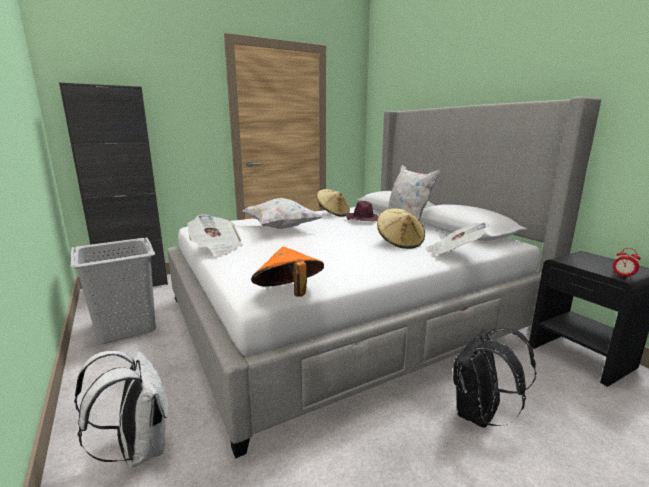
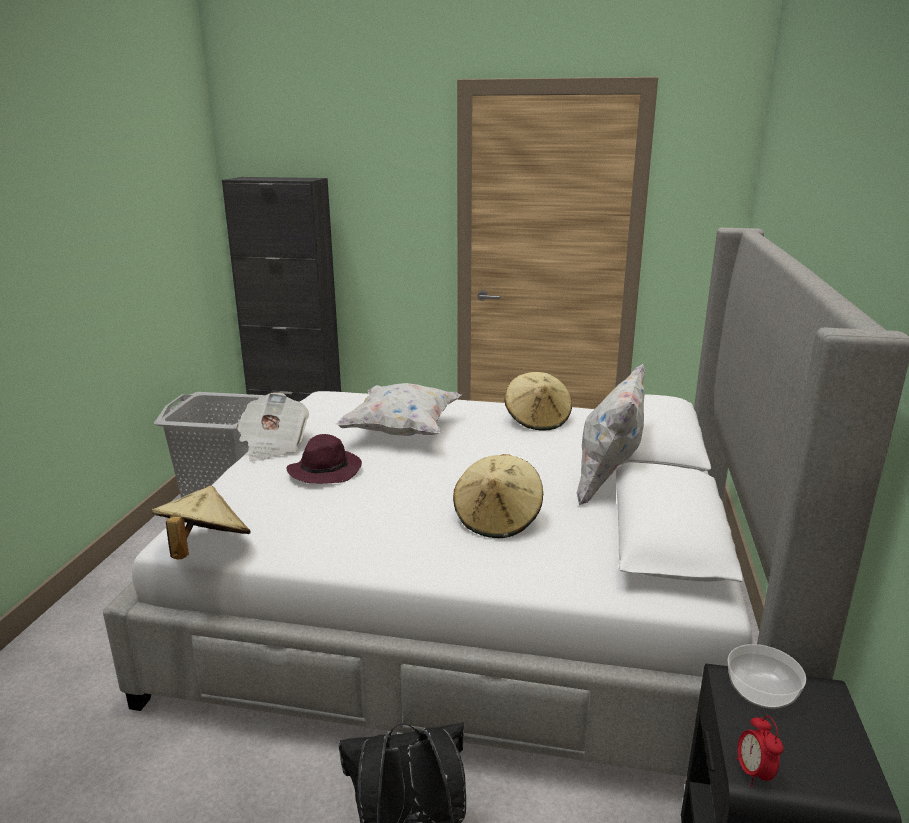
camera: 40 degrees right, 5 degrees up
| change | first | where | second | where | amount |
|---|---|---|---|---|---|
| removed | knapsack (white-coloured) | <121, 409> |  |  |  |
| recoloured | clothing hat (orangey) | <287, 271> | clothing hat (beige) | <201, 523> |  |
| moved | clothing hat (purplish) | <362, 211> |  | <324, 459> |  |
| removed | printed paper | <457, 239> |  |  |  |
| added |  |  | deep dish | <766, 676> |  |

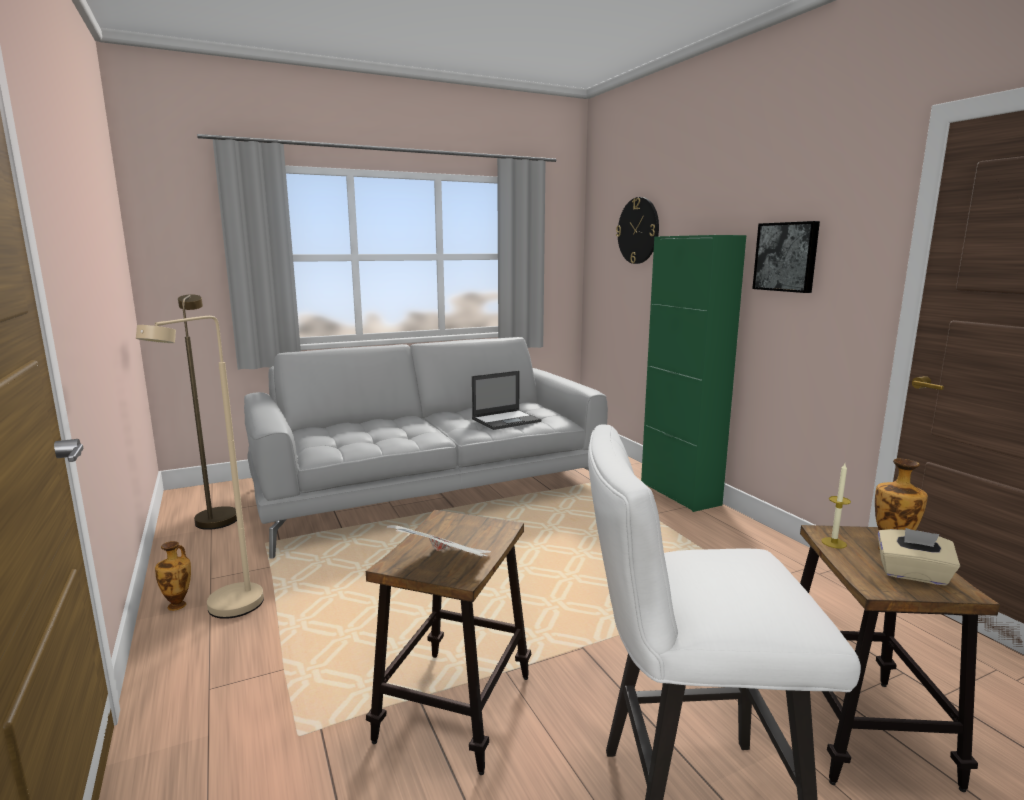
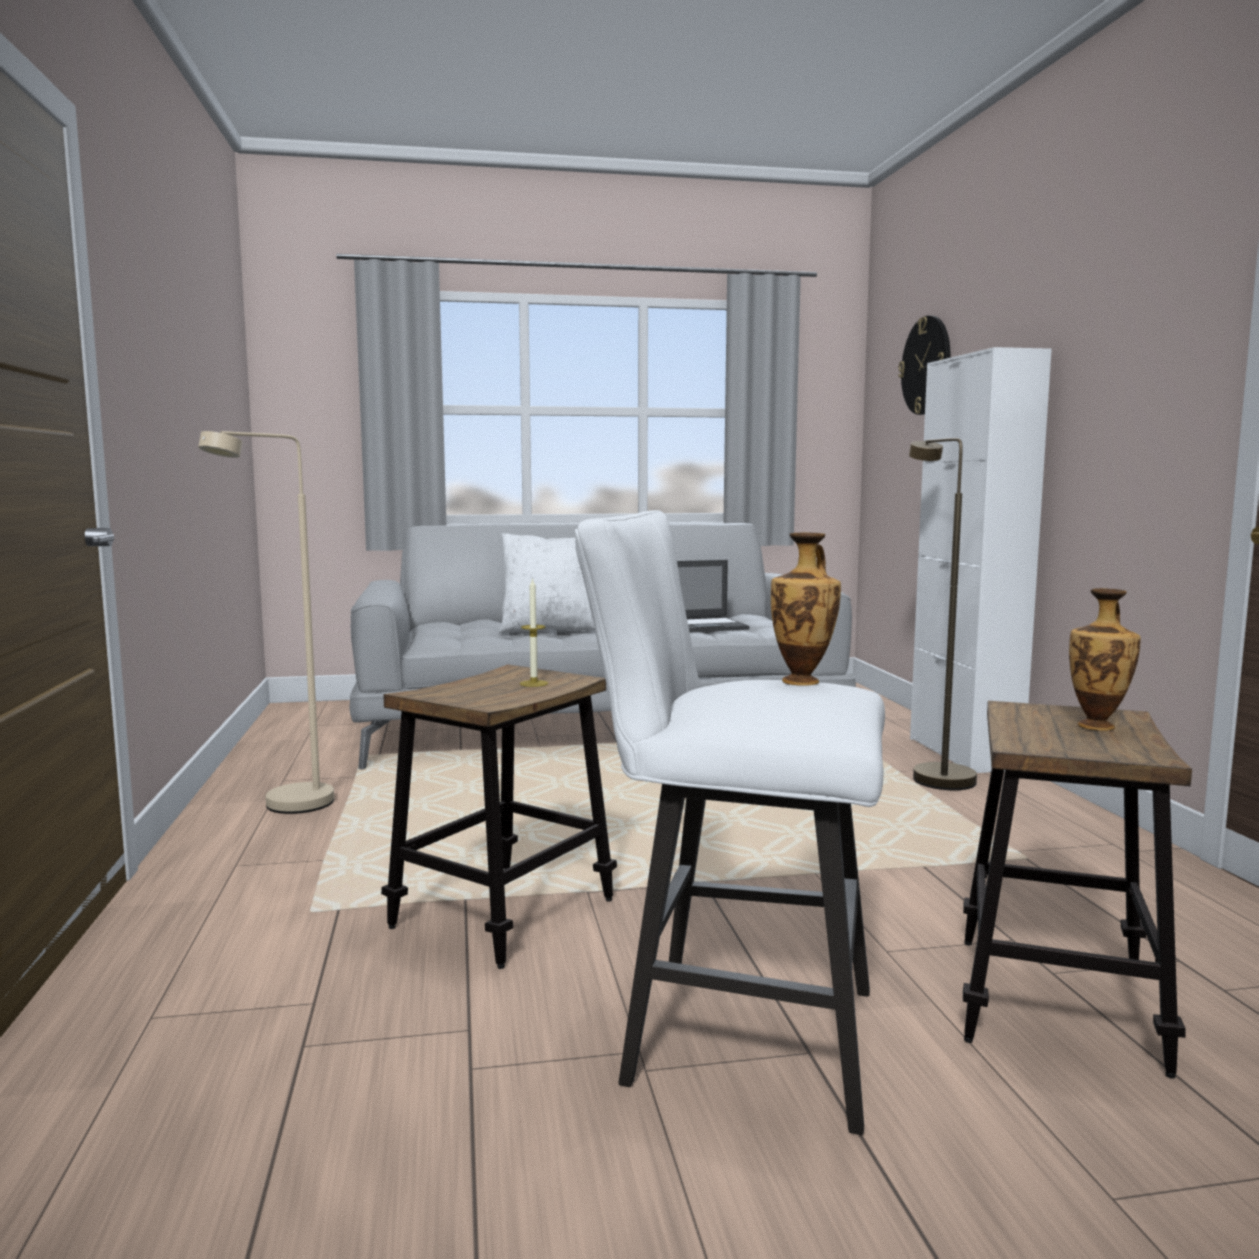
camera: 15 degrees right, 5 degrees down
| change | first | where | second | where | amount |
|---|---|---|---|---|---|
| moved | flower vase | <173, 576> |  | <806, 609> |  |
| moved | floor lamp (brown) | <207, 412> |  | <943, 614> |  |
| removed | printed paper | <439, 541> |  |  |  |
| recoloured | cabinet (green-coloured) | <693, 373> | cabinet (white-coloured) | <981, 560> |  |
| removed | picture | <786, 257> |  |  |  |
| moved | wax light | <836, 506> |  | <534, 632> |  |
| removed | tissue holder (beige) | <919, 557> |  |  |  |
| added |  |  | pillow (white-coloured) | <547, 583> |  |

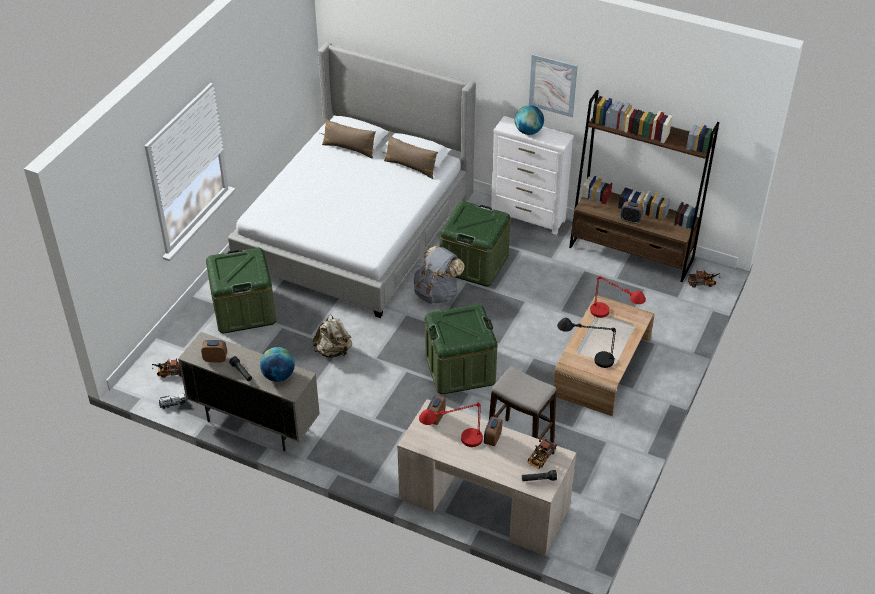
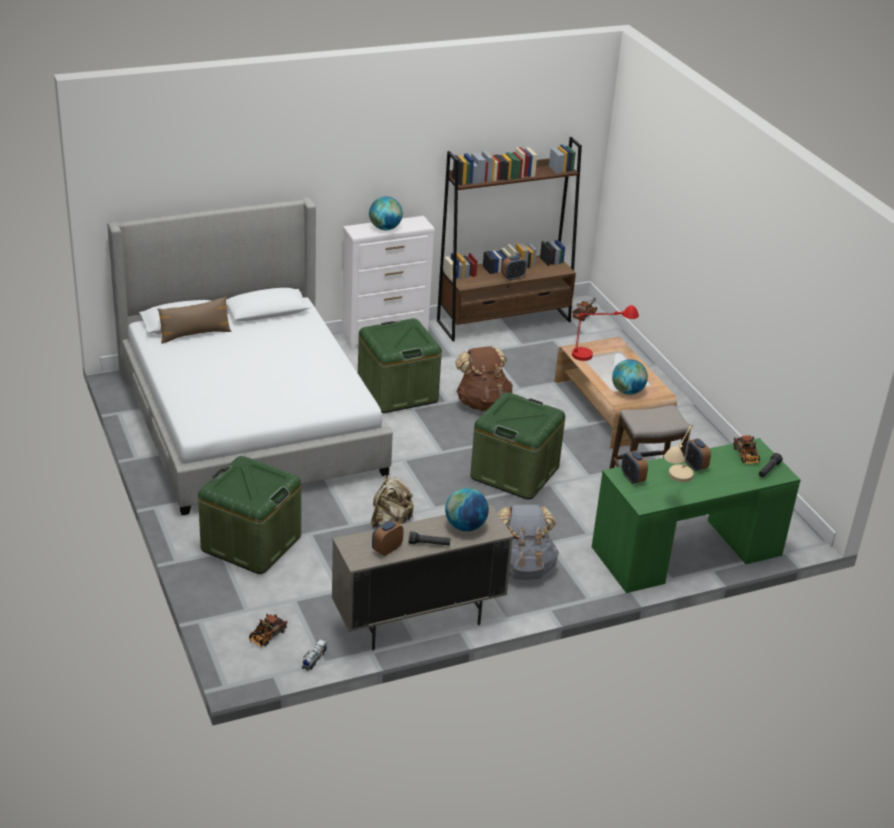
camera: 50 degrees left, 10 degrees down
| change | first | where | second | where | amount |
|---|---|---|---|---|---|
| removed | pillow (brown) | <411, 157> |  |  |  |
| recoloured | desk (beige) | <486, 477> | desk (green-coloured) | <696, 515> |  |
| moved | knapsack (greyish) | <439, 274> |  | <528, 542> |  |
| recoloured | tabletop lamp (red-coloured) | <451, 424> | tabletop lamp (beige) | <679, 453> |  |
| removed | picture | <553, 85> |  |  |  |
| replaced | tabletop lamp (blackish) | <586, 343> | desk globe | <630, 377> |  |
| added |  |  | knapsack (brown) | <484, 378> |  |

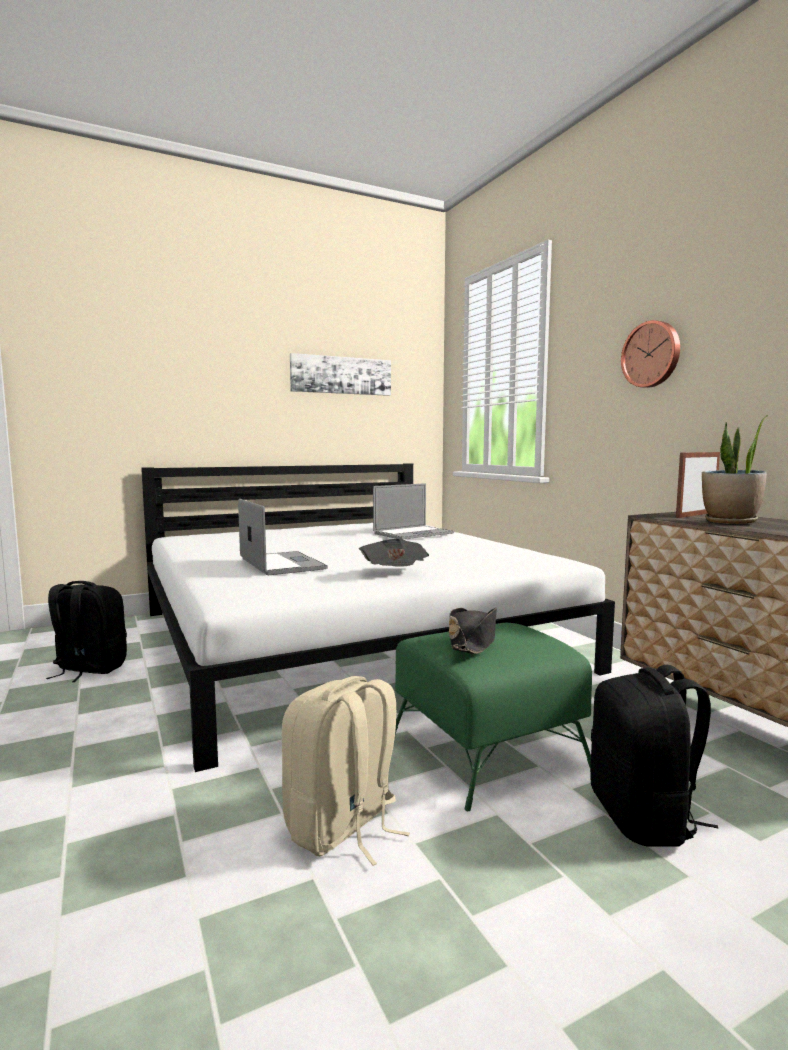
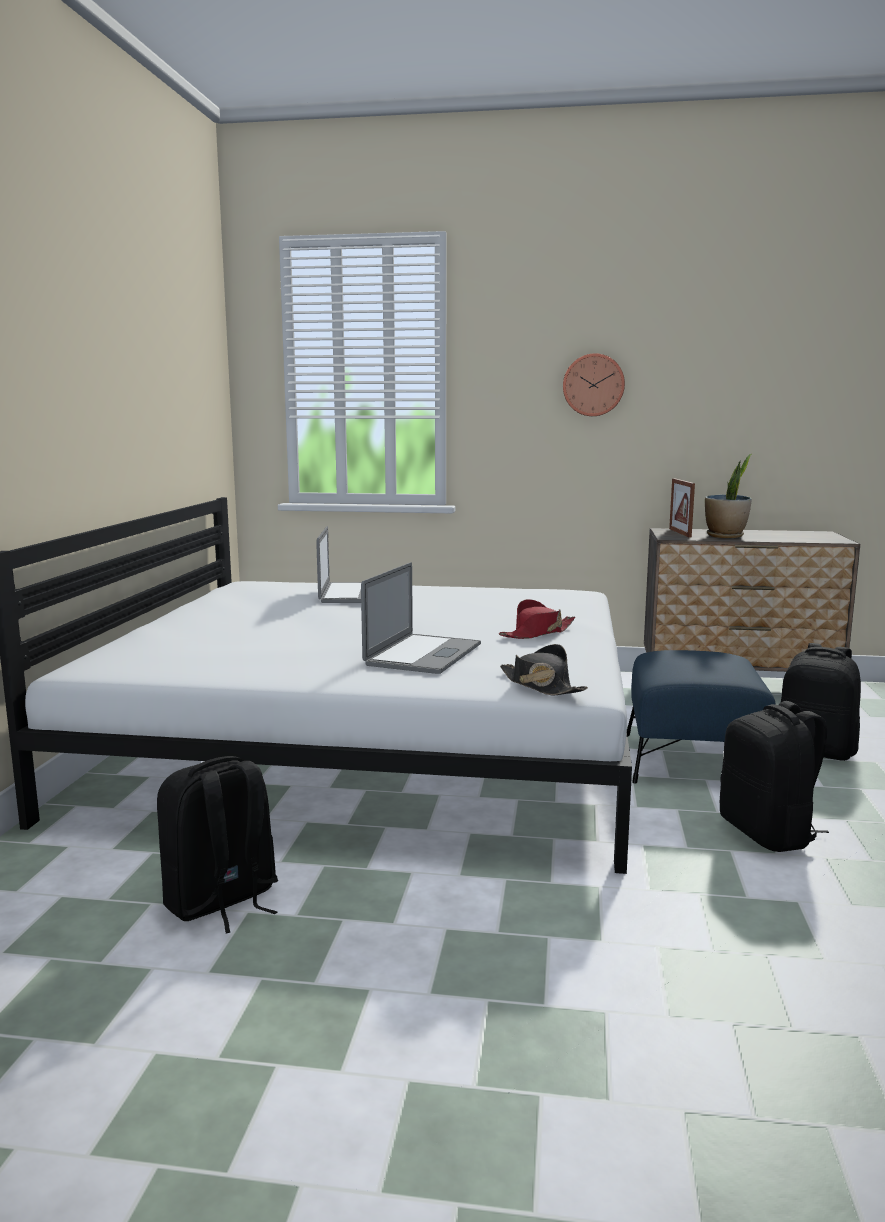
camera: 55 degrees left, 5 degrees up
| change | first | where | second | where | amount |
|---|---|---|---|---|---|
| turned | notebook computer | <283, 537> |  | <421, 618> | 105 degrees clockwise |
| recoloured | knapsack (beige) | <346, 771> | knapsack (blackish) | <774, 776> |  |
| removed | picture | <340, 374> |  |  |  |
| replaced | printed paper | <394, 553> | clothing hat (red-coloured) | <537, 619> |  |
| recoloured | ottoman (green-coloured) | <493, 717> | ottoman (blue-coloured) | <701, 716> |  |
| moved | clothing hat (blackish) | <473, 631> |  | <544, 670> |  |

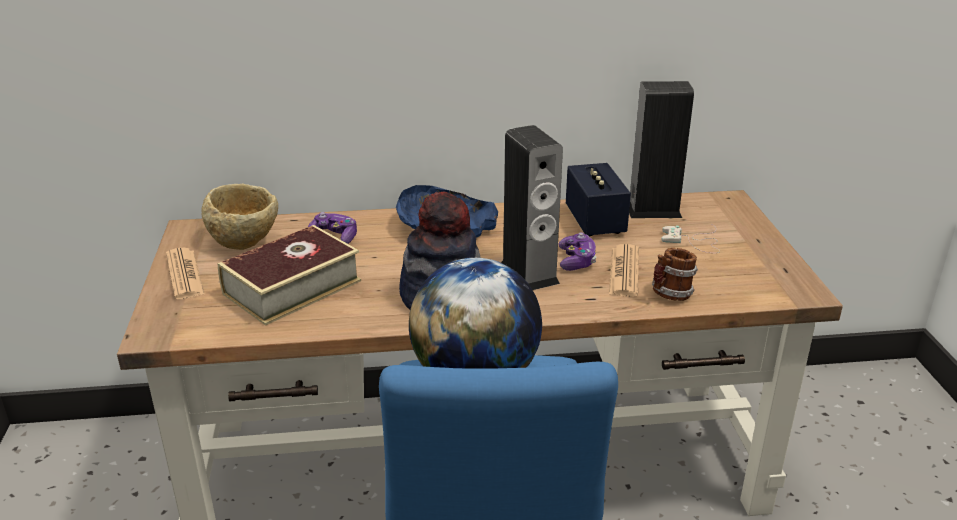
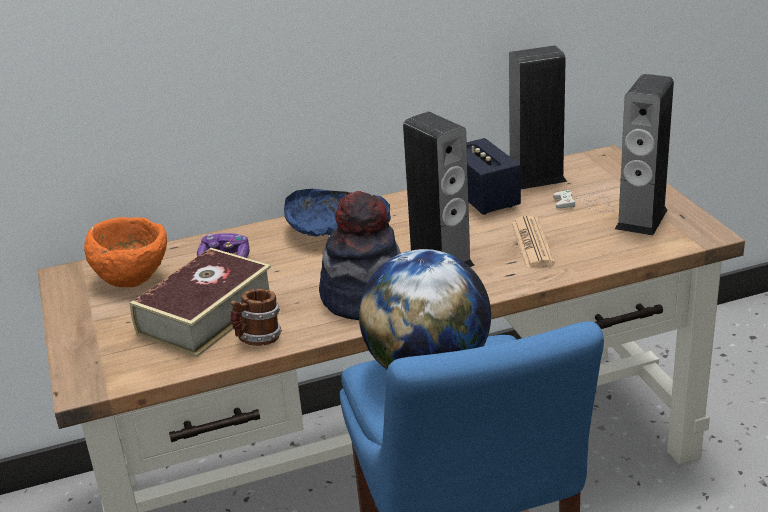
camera: 10 degrees left, 0 degrees up
| change | first | where | second | where | amount |
|---|---|---|---|---|---|
| removed | printed paper | <185, 273> |  |  |  |
| recoloured | deep dish (beige) | <240, 216> | deep dish (orangey) | <125, 252> |  |
| removed | gamepad | <578, 251> |  |  |  |
| moved | coffee mug | <675, 274> |  | <256, 317> |  |
| added |  |  | speaker | <644, 155> |  |

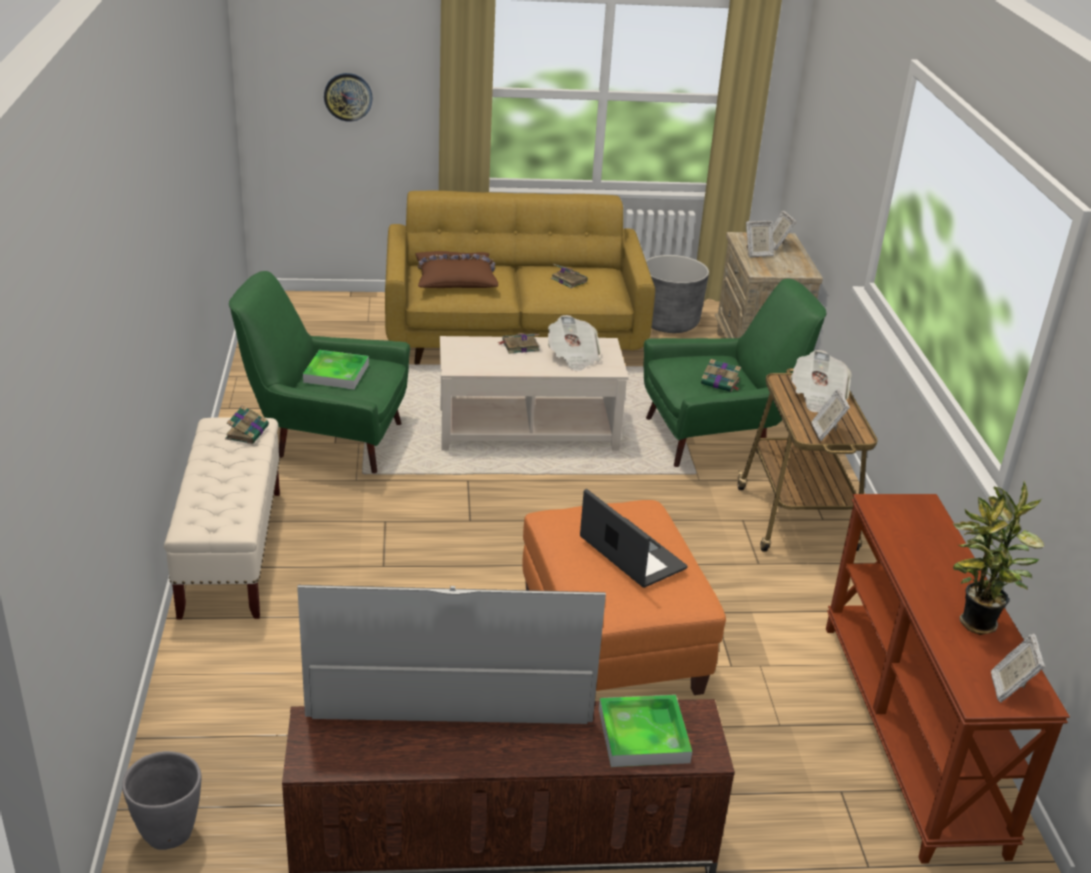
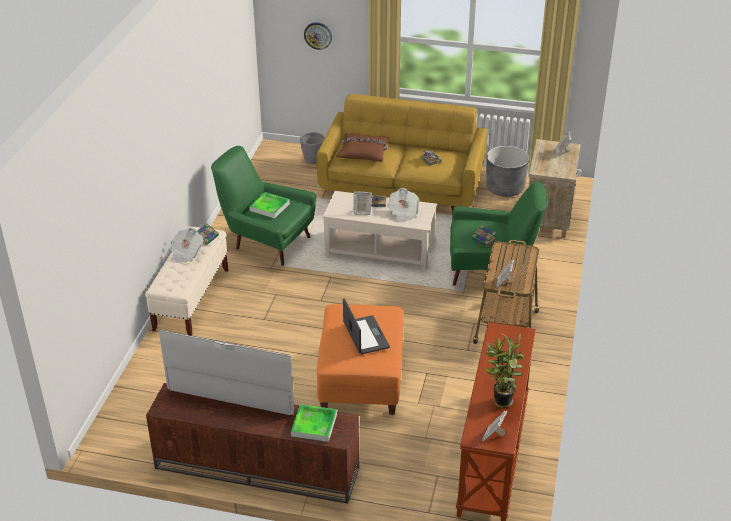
camera: 20 degrees right, 5 degrees up
| change | first | where | second | where | amount |
|---|---|---|---|---|---|
| moved | plant pot (greyish) | <162, 800> |  | <312, 148> |  |
| moved | picture frame | <760, 239> |  | <362, 203> |  |
| moved | printed paper | <821, 381> |  | <186, 245> |  |

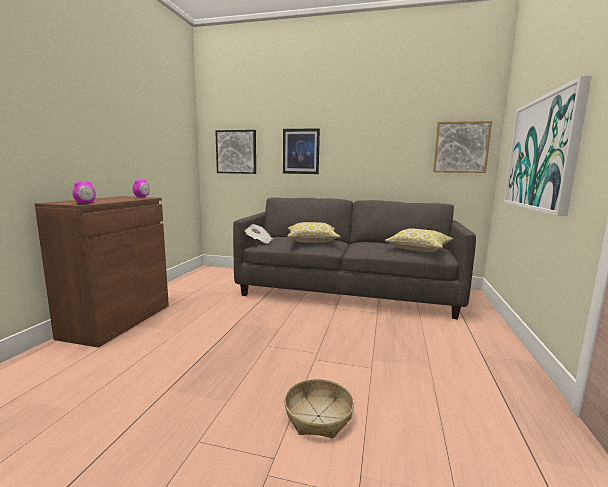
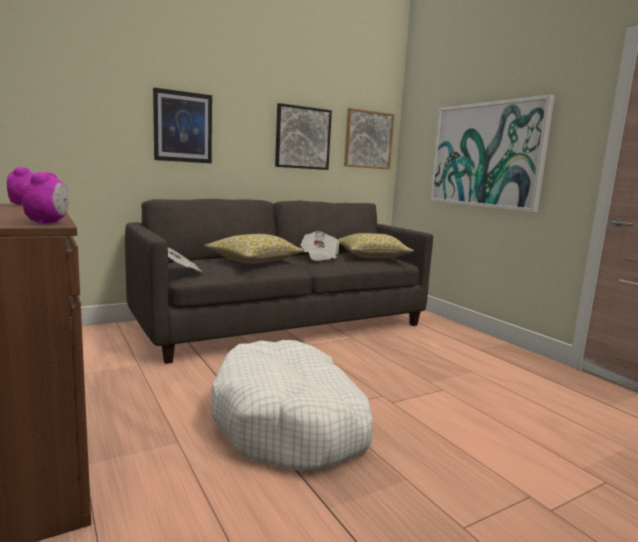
camera: 45 degrees left, 0 degrees up
| change | first | where | second | where | amount |
|---|---|---|---|---|---|
| moved | picture | <235, 152> |  | <303, 136> |  |
| removed | storage basket | <319, 409> |  |  |  |
| added |  |  | dog cushion (white-coloured) | <292, 405> |  |
| added |  |  | printed paper | <320, 246> |  |

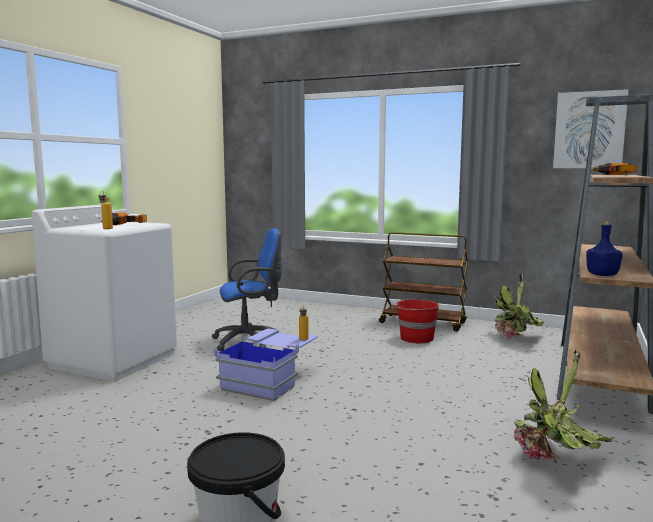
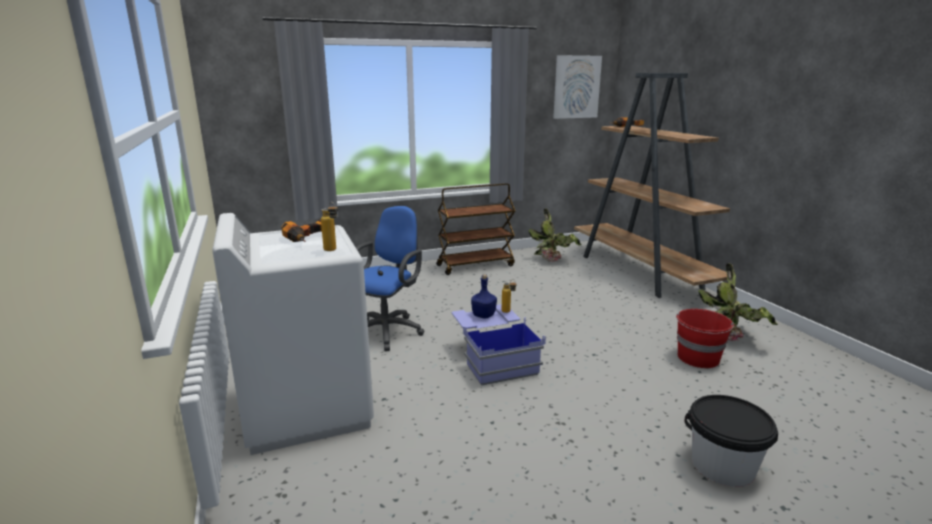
camera: 45 degrees left, 10 degrees up
| change | first | where | second | where | amount |
|---|---|---|---|---|---|
| moved | bucket (red-coloured) | <417, 320> |  | <705, 338> |  |
| moved | bottle (blue-coloured) | <604, 248> |  | <484, 296> |  |

